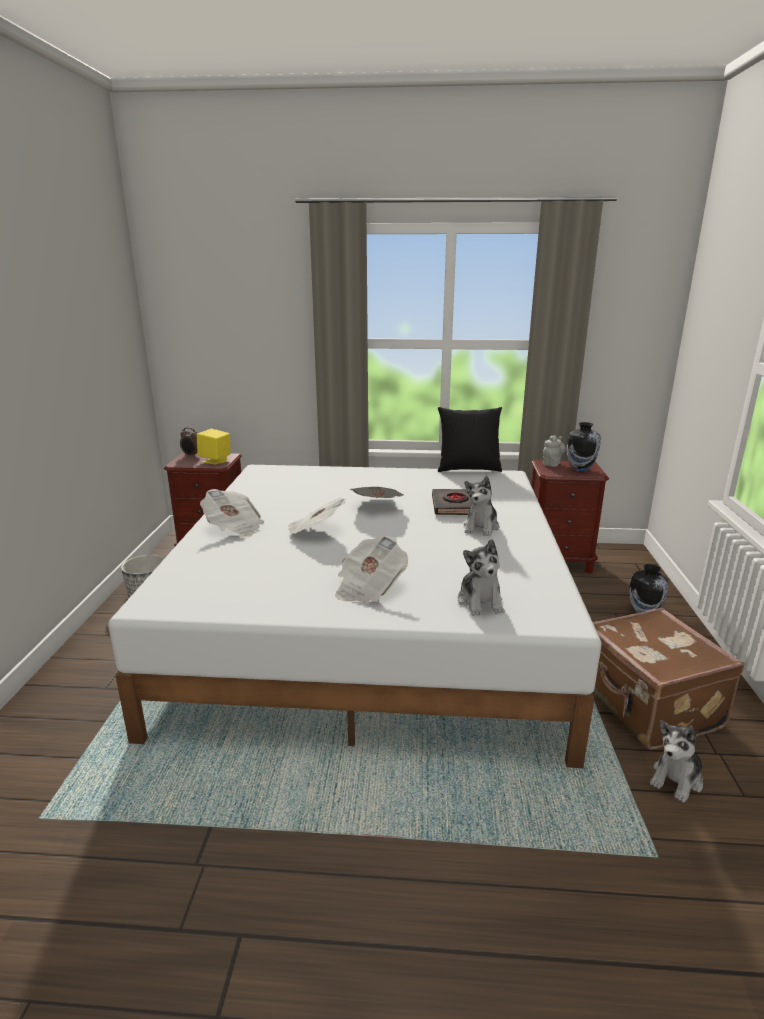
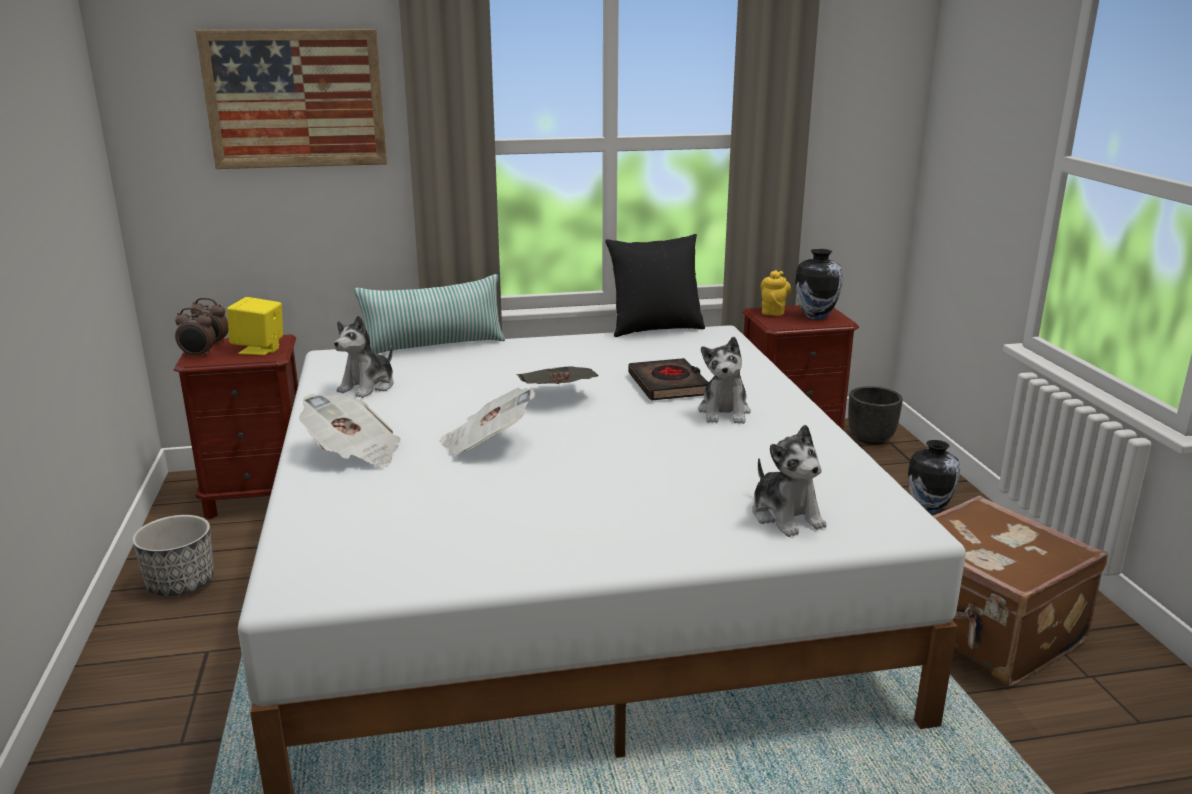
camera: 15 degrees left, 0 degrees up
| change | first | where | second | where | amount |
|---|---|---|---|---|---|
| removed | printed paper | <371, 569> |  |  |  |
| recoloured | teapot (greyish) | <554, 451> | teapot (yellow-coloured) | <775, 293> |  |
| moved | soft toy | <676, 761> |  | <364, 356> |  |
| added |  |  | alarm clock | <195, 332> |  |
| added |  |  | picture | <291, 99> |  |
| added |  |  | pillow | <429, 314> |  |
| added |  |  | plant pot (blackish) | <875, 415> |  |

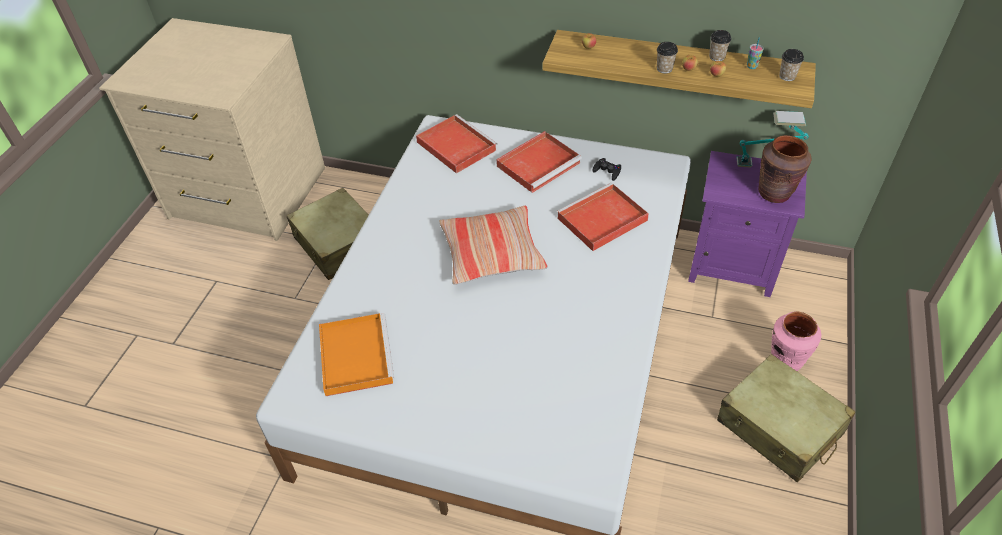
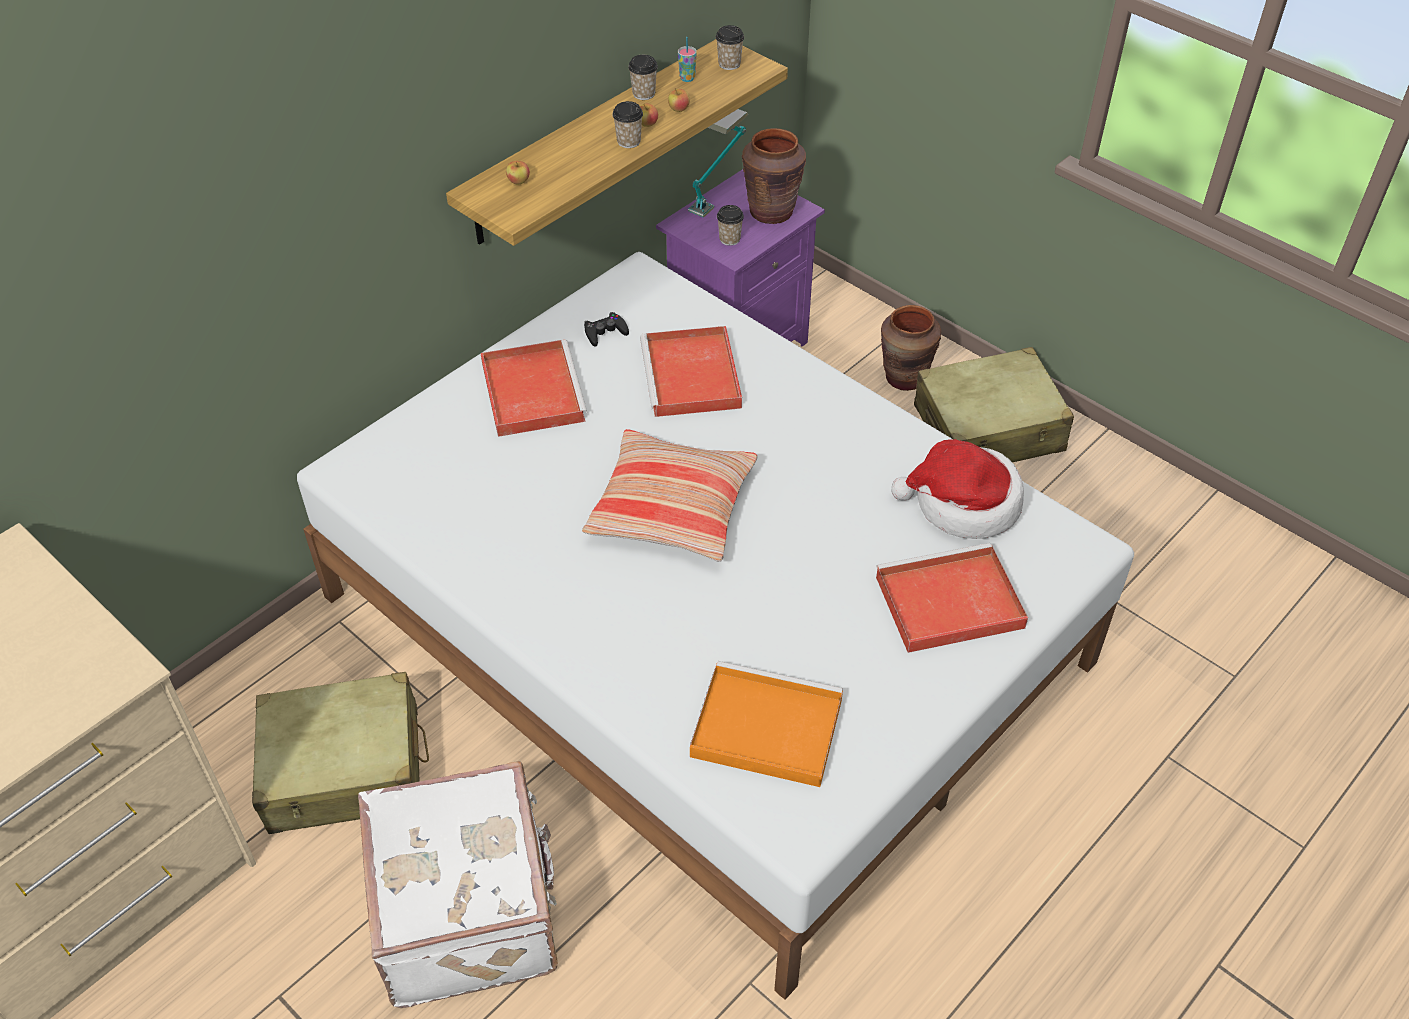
camera: 65 degrees left, 0 degrees up
| change | first | where | second | where | amount |
|---|---|---|---|---|---|
| moved | tray (red-coloured) | <457, 144> |  | <952, 598> |  |
| recoloured | flower vase (pink-coloured) | <796, 341> | flower vase (brown) | <911, 348> |  |
| added |  |  | travel case (white-coloured) | <458, 884> |  |
| added |  |  | drinking cup | <730, 225> |  |
| added |  |  | clothing hat | <957, 489> |  |

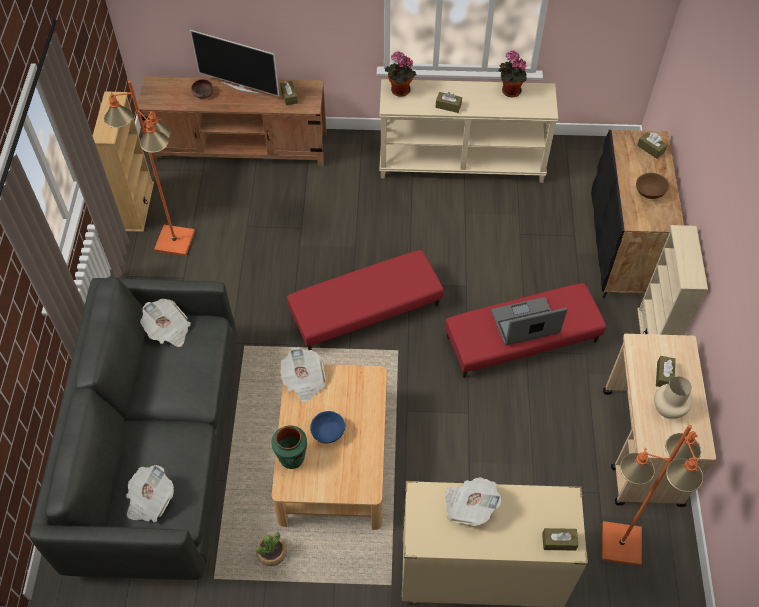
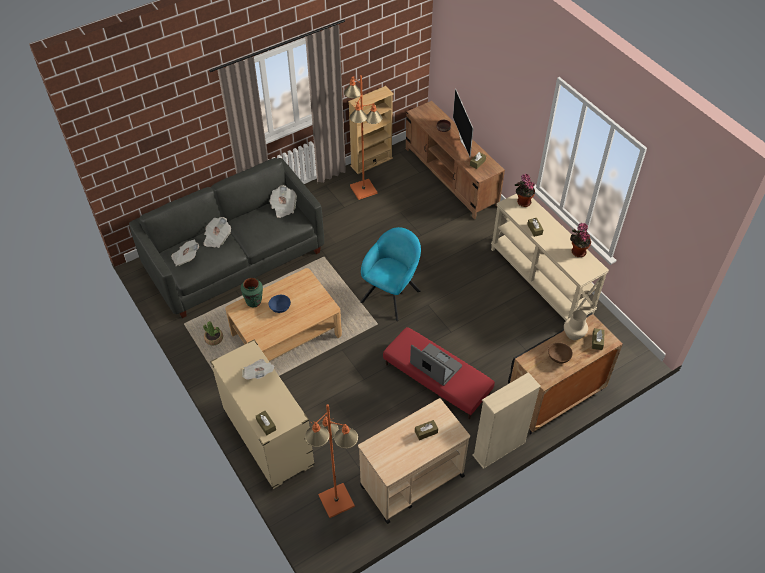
camera: 55 degrees right, 5 degrees down
| change | first | where | second | where | amount |
|---|---|---|---|---|---|
| moved | printed paper | <303, 375> |  | <217, 232> |  |
| replaced | ottoman (red-coloured) | <365, 300> | armchair (turquoise) | <390, 274> |  |
| moved | flower vase (beige) | <673, 398> |  | <576, 325> |  |

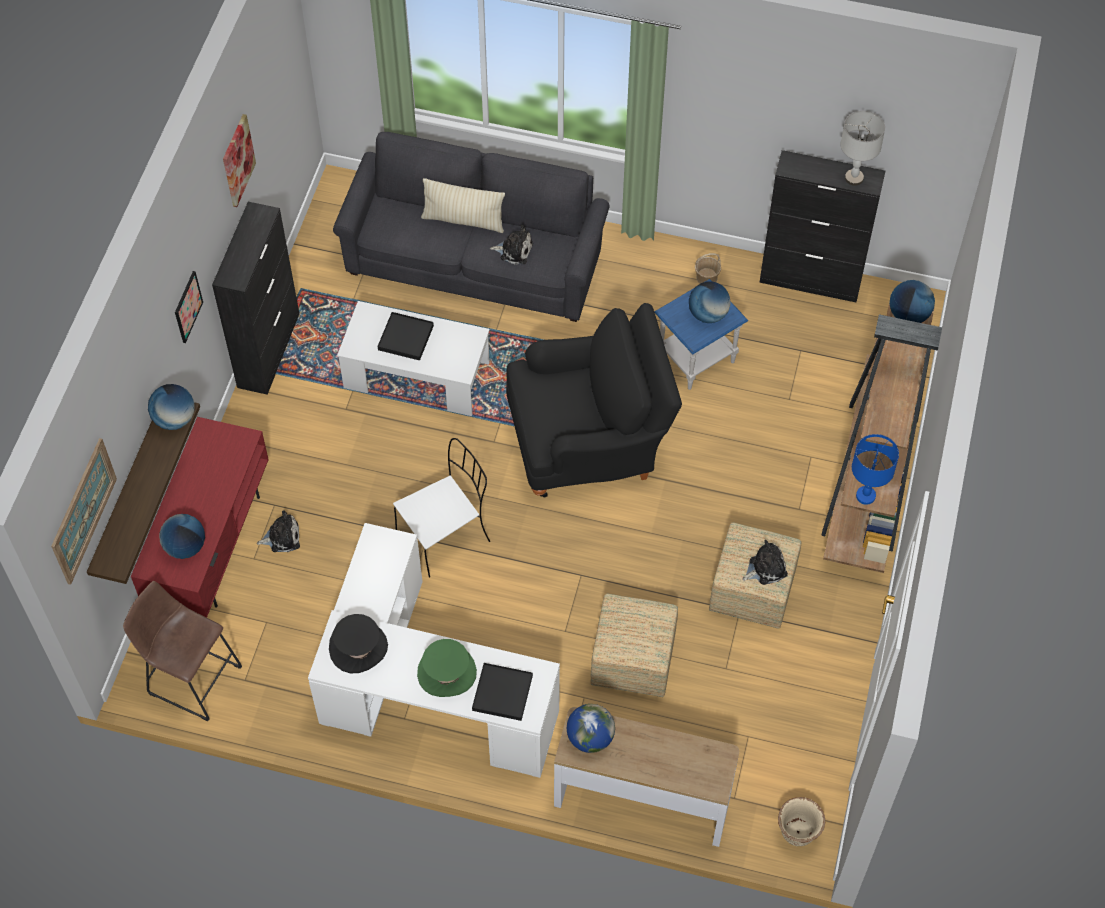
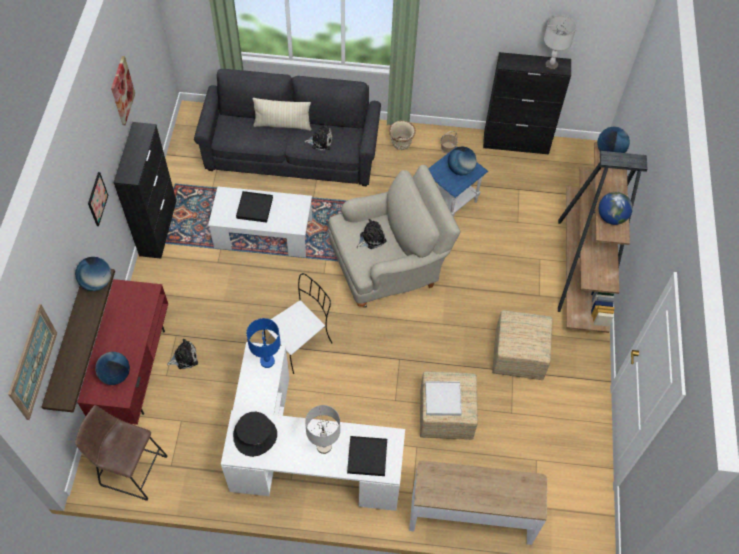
camera: 10 degrees left, 0 degrees up
| change | first | where | second | where | amount |
|---|---|---|---|---|---|
| replaced | clothing hat (green-coloured) | <447, 668> | tabletop lamp (greyish) | <322, 429> |  |
| recoloured | armchair (blackish) | <594, 400> | armchair (beige) | <395, 236> |  |
| moved | desk globe | <591, 728> |  | <616, 208> |  |
| moved | soft toy | <765, 562> |  | <372, 234> |  |
| moved | plant pot (beige) | <801, 821> |  | <402, 135> |  |
| moved | tabletop lamp (blue-coloured) | <875, 469> |  | <263, 343> |  |
| added |  |  | tray (white-coloured) | <443, 398> |  |

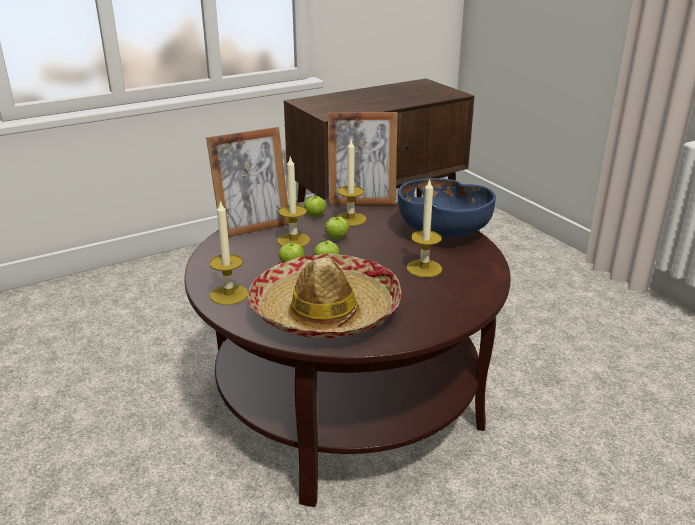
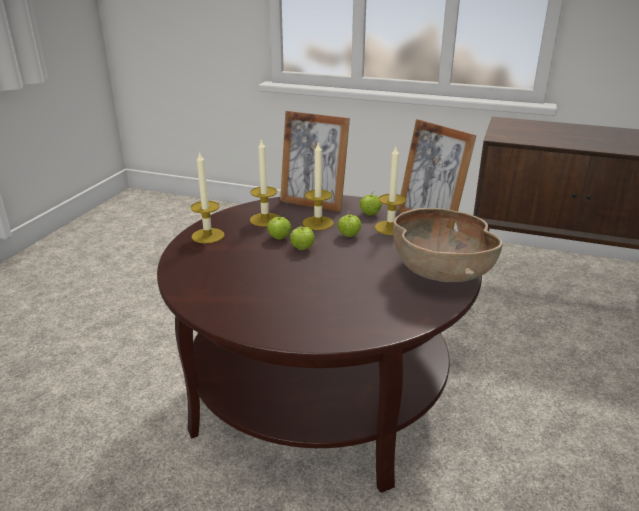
camera: 50 degrees right, 0 degrees up
| change | first | where | second | where | amount |
|---|---|---|---|---|---|
| removed | clothing hat | <324, 295> |  |  |  |
| recoloured | deep dish (blue-coloured) | <447, 208> | deep dish (brown) | <448, 245> |  |
| moved | wax light | <424, 228> |  | <264, 182> |  |

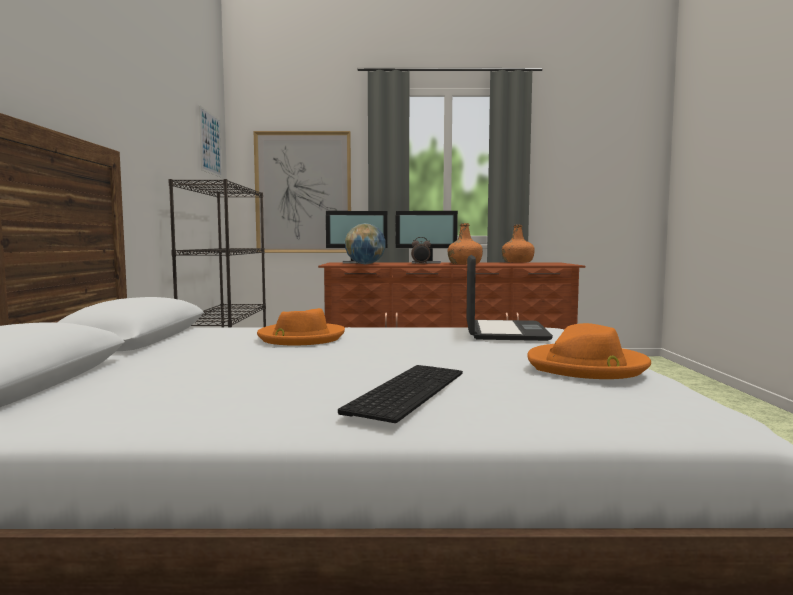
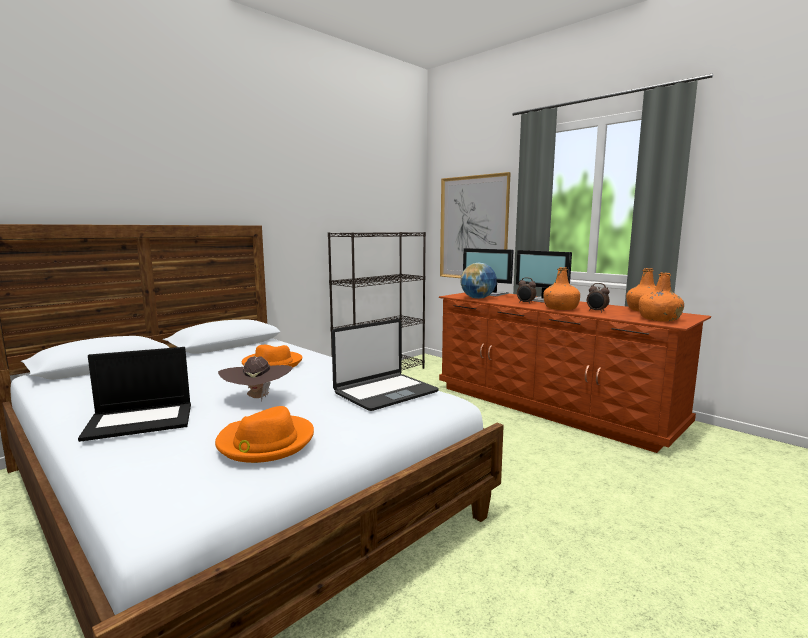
camera: 45 degrees right, 5 degrees up
| change | first | where | second | where | amount |
|---|---|---|---|---|---|
| removed | picture | <210, 141> |  |  |  |
| replaced | keyboard | <400, 394> | notebook computer | <134, 394> |  |
| added |  |  | clothing hat (brown) | <255, 378> |  |
| added |  |  | alarm clock | <598, 297> |  |
| added |  |  | bottle (orangey) | <661, 297> |  |

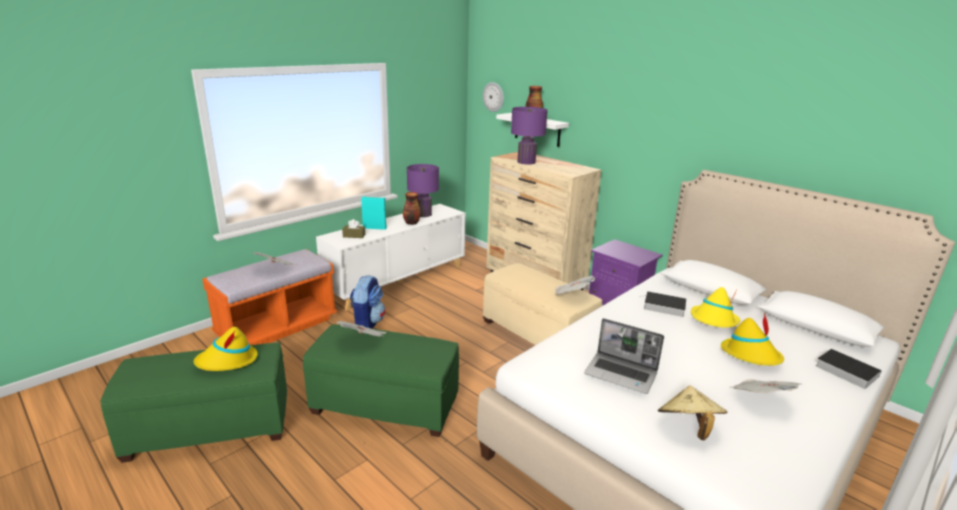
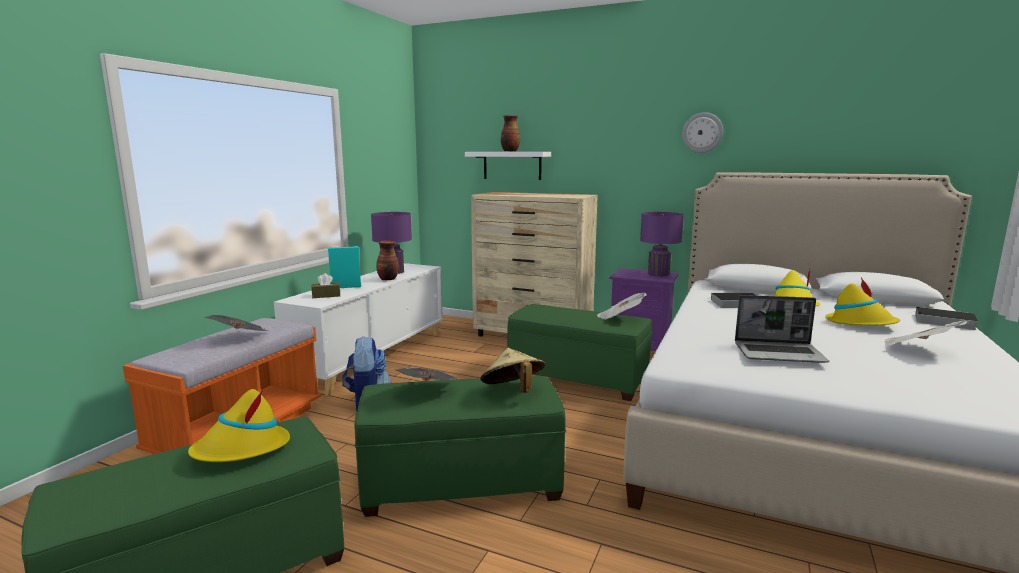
camera: 20 degrees left, 10 degrees down
| change | first | where | second | where | amount |
|---|---|---|---|---|---|
| moved | wall clock | <493, 97> |  | <702, 132> |  |
| recoloured | ottoman (beige) | <542, 304> | ottoman (green-coloured) | <579, 352> |  |
| moved | tabletop lamp (purplish) | <529, 135> |  | <662, 244> |  |
| moved | clothing hat (beige) | <692, 412> |  | <512, 370> |  |

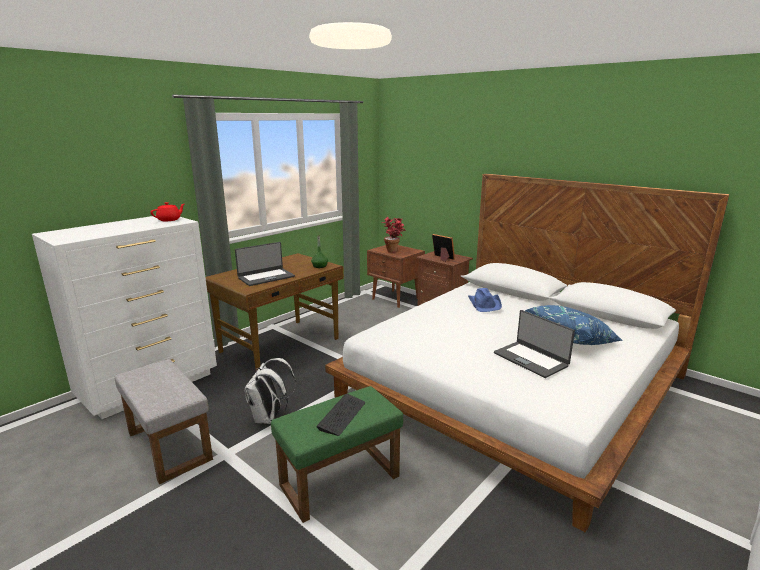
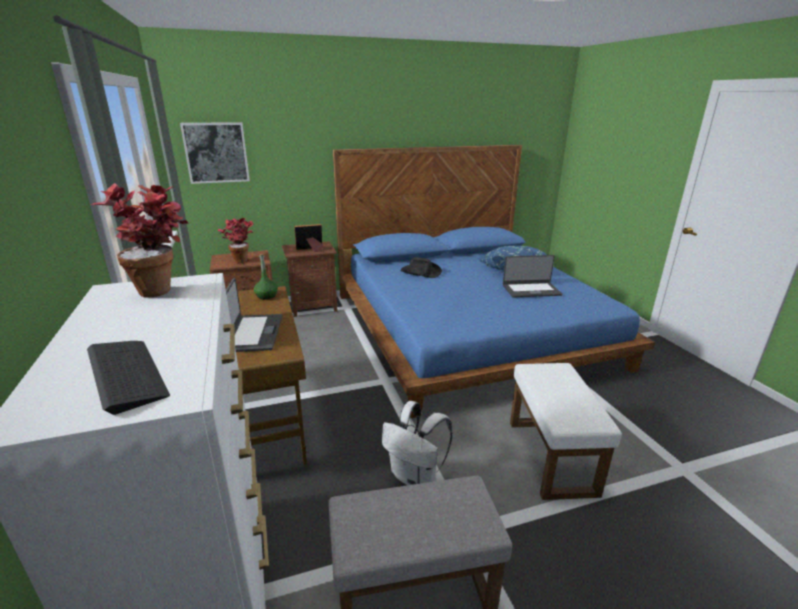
camera: 60 degrees left, 5 degrees up
| change | first | where | second | where | amount |
|---|---|---|---|---|---|
| replaced | teapot (red-coloured) | <168, 211> | houseplant | <140, 240> |  |
| recoloured | ottoman (green-coloured) | <337, 454> | ottoman (white-coloured) | <566, 431> |  |
| moved | keyboard | <340, 415> |  | <128, 378> |  |
| recoloured | bed (white-coloured) | <527, 353> | bed (blue-coloured) | <494, 281> |  |
| recoloured | clothing hat (blue-coloured) | <485, 300> | clothing hat (blackish) | <421, 267> |  |
| added |  |  | picture | <215, 153> |  |

